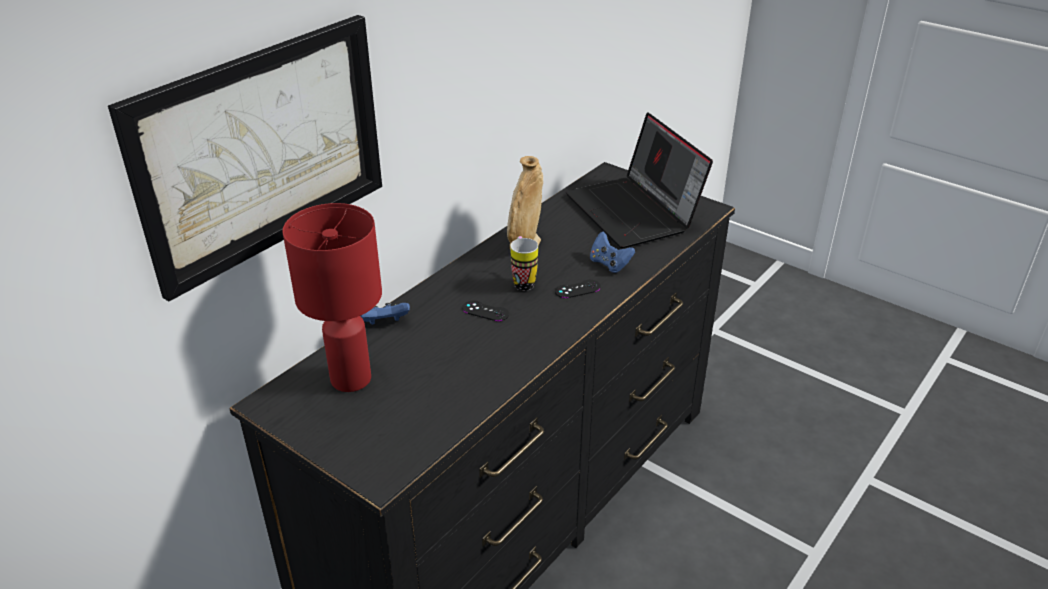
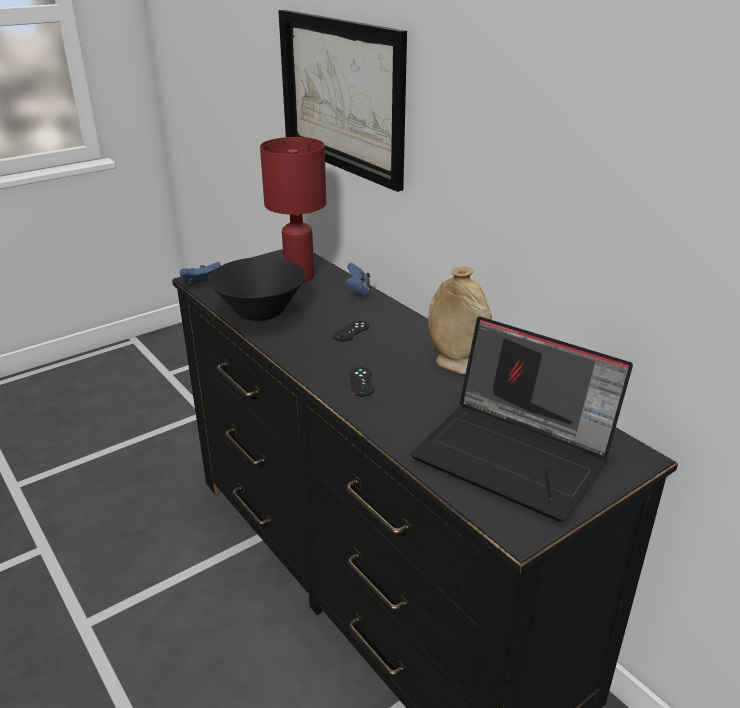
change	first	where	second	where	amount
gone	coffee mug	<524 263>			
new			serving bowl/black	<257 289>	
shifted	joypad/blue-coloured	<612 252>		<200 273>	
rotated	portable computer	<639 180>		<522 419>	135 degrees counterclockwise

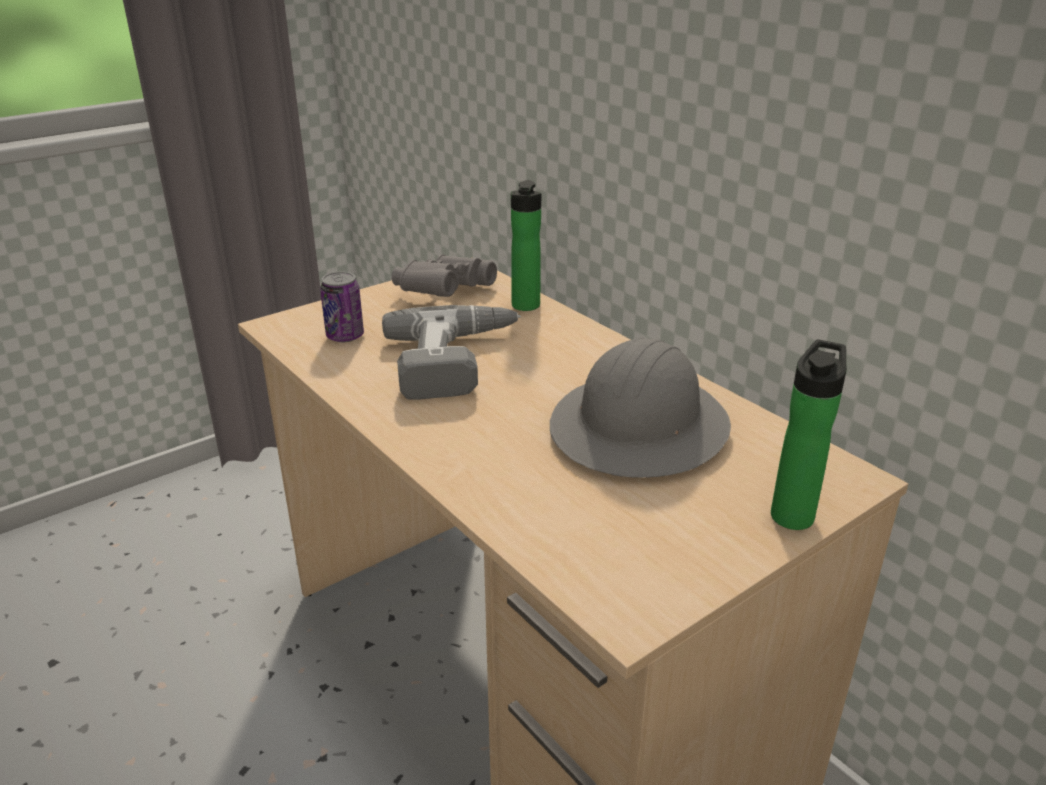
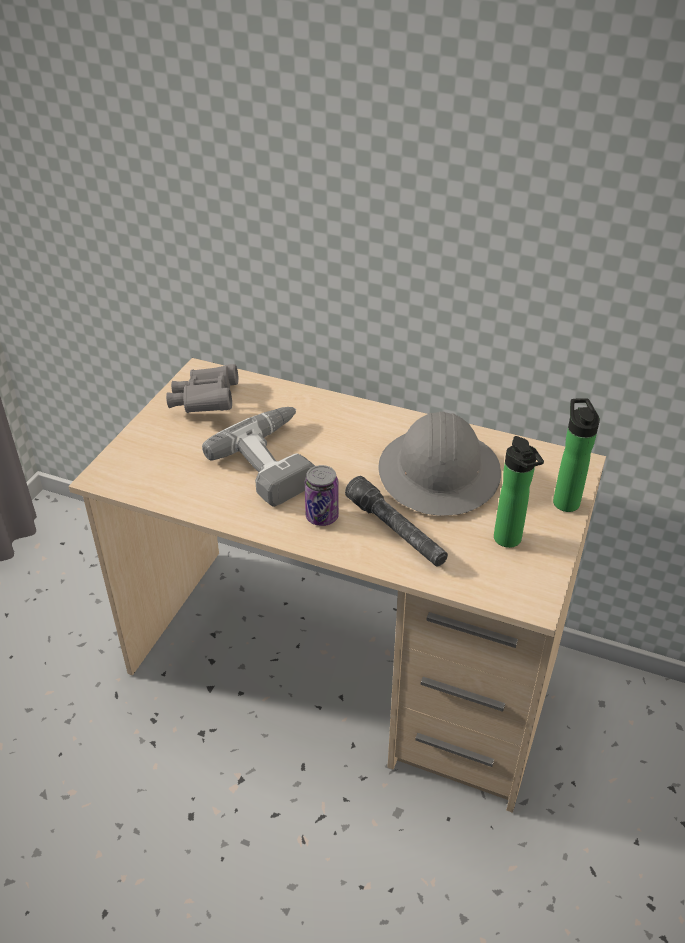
change	first	where	second	where	amount
new			hand torch/grey	<396 521>	
shifted	metal can	<342 306>		<321 495>	
shifted	bottle	<526 245>		<519 492>	

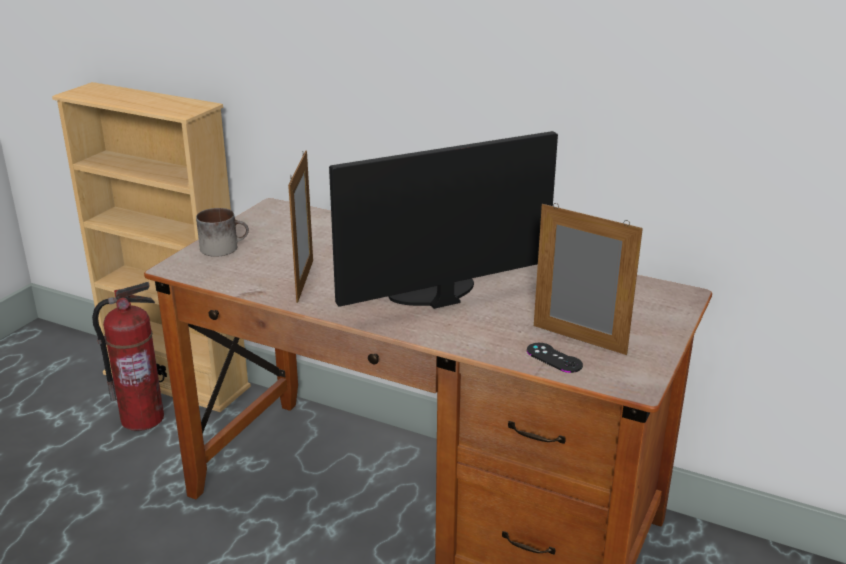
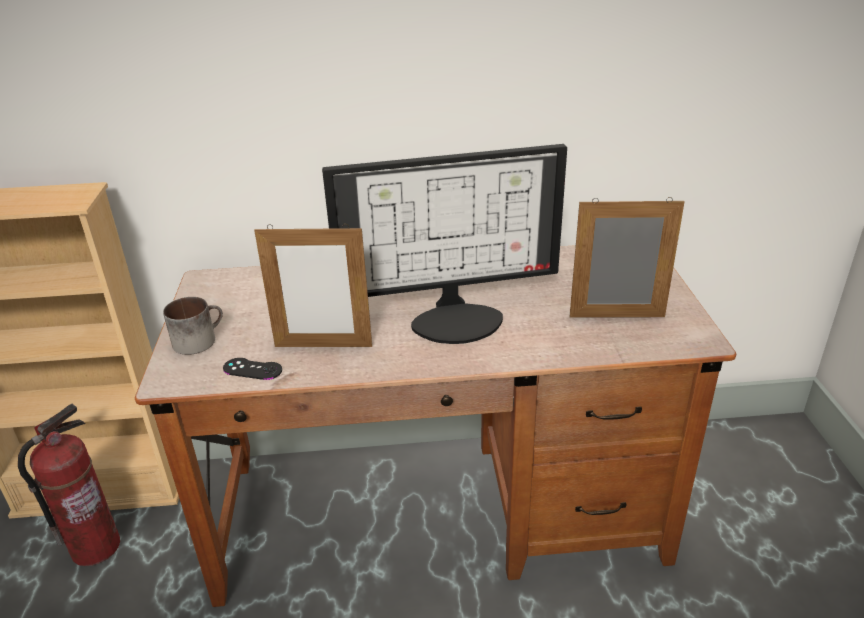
change	first	where	second	where	amount
shifted	joypad/black	<555 358>		<252 369>	
rotated	photo frame	<300 227>		<313 285>	120 degrees clockwise
rotated	monitor	<443 220>		<444 244>	135 degrees counterclockwise

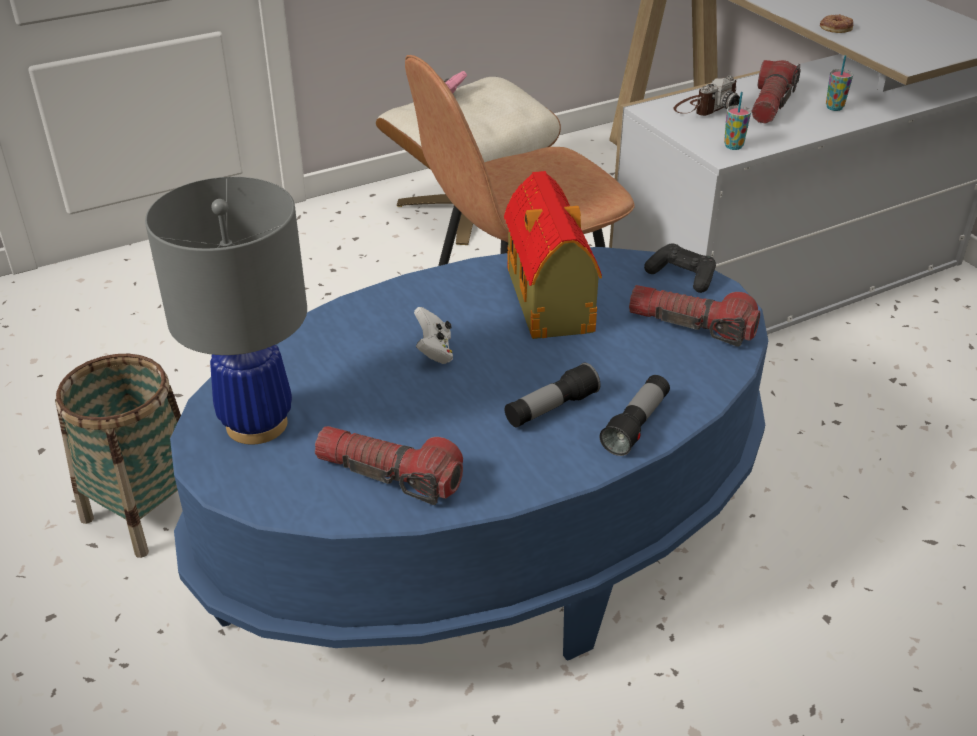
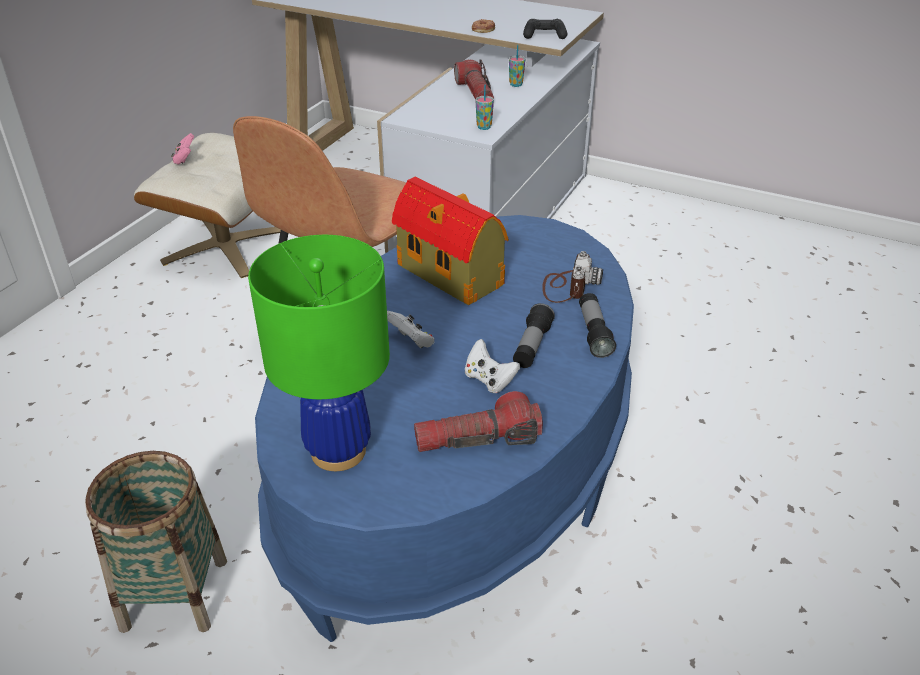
change	first	where	second	where	amount
gone	hand torch	<694 316>			
new			joypad/white	<492 366>	
shifted	joypad/black	<680 268>		<545 29>	
shifted	photo camera	<706 96>		<572 277>	
repainted	lamp for a table/grey	<226 310>	lamp for a table/green-coloured	<319 353>	

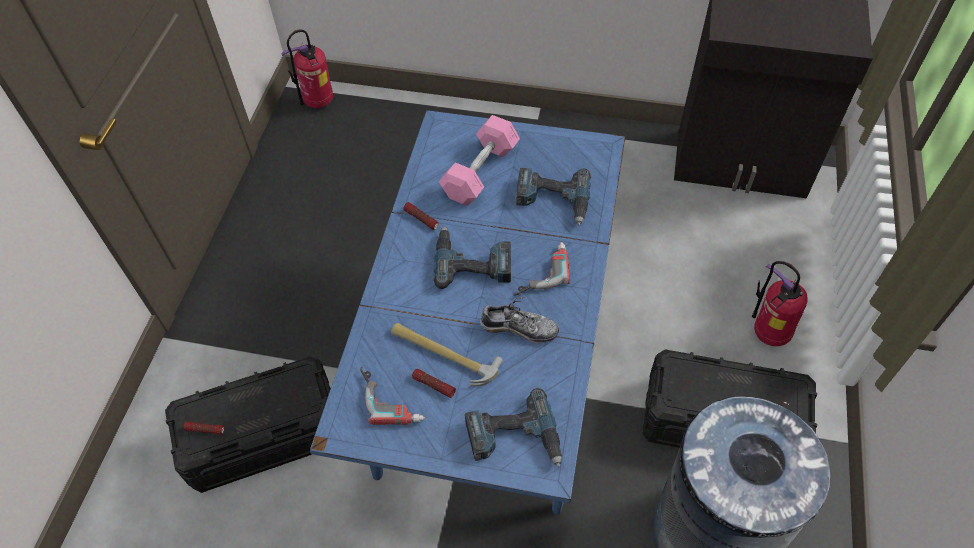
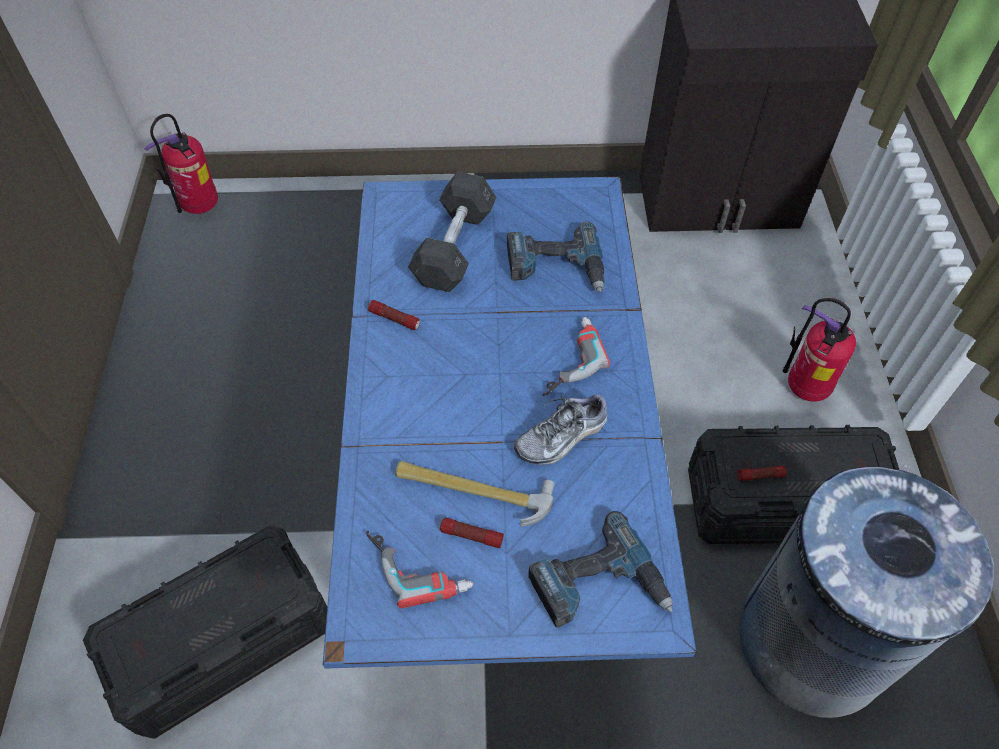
change	first	where	second	where	amount
gone	power drill	<472 257>			
shifted	hand torch	<204 428>		<762 473>	
repainted	free weight/pink-coloured	<479 160>	free weight/grey	<452 232>	
rotated	low shoe	<519 320>		<560 429>	150 degrees clockwise

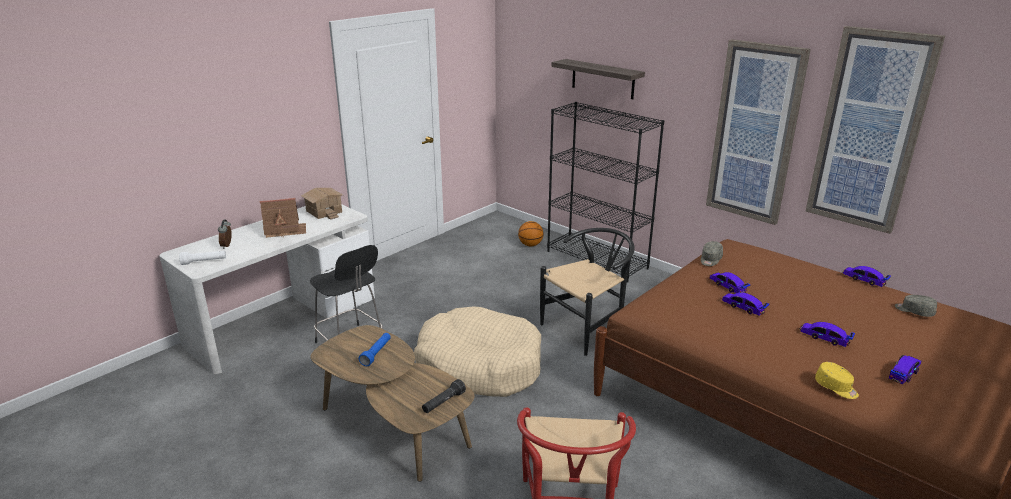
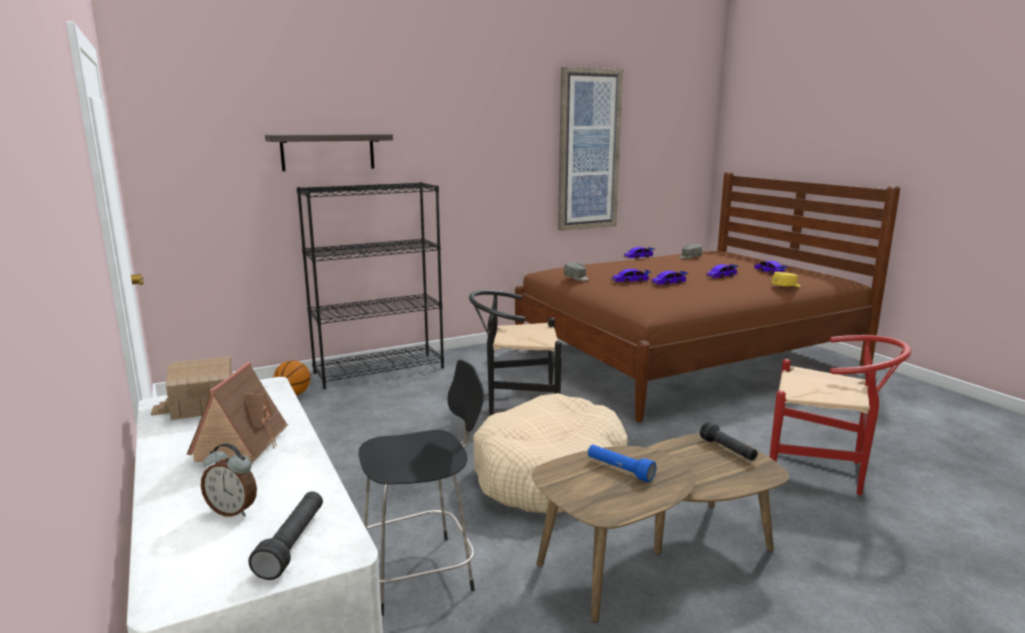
change	first	where	second	where	amount
gone	wall picture	<758 132>			
repainted	hand torch/white	<202 258>	hand torch/black	<285 535>	
rotated	chair/black	<587 292>		<515 352>	75 degrees counterclockwise

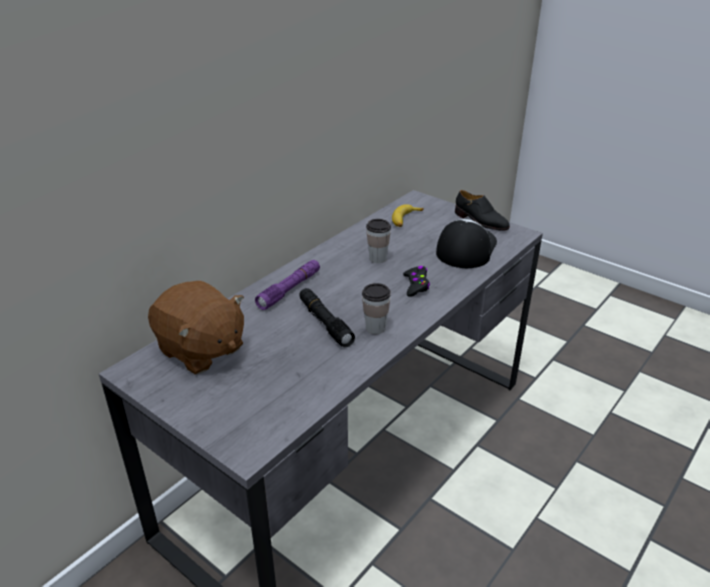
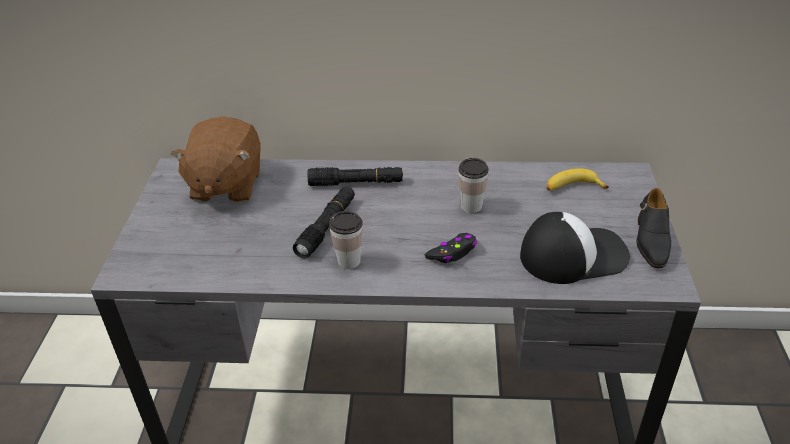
change	first	where	second	where	amount
repainted	hand torch/purple-coloured	<287 285>	hand torch/black	<355 176>	

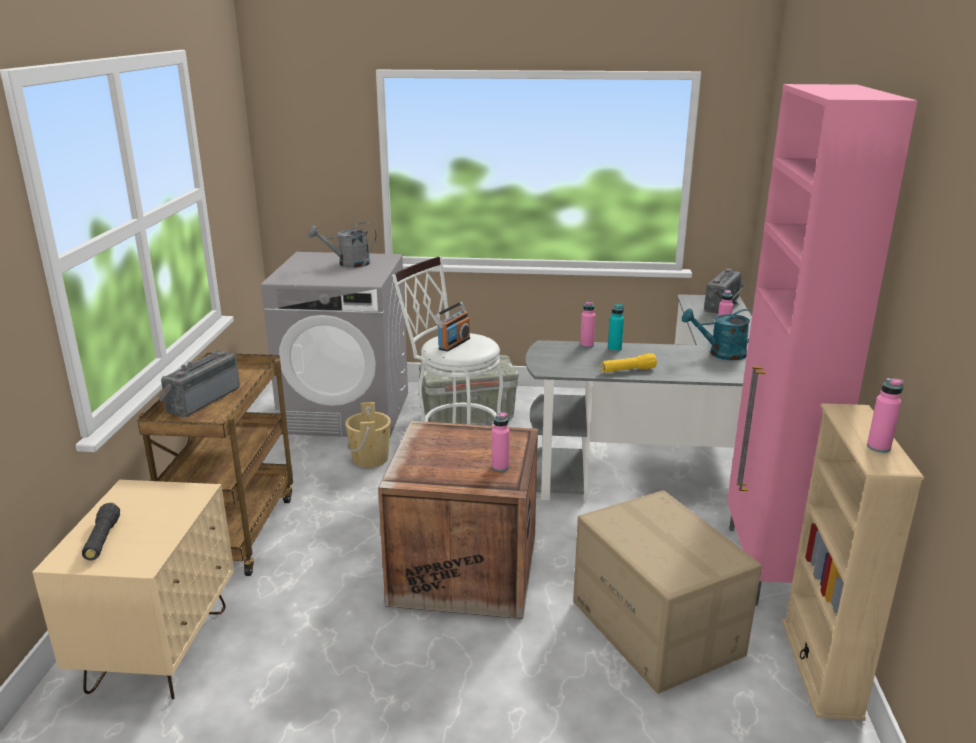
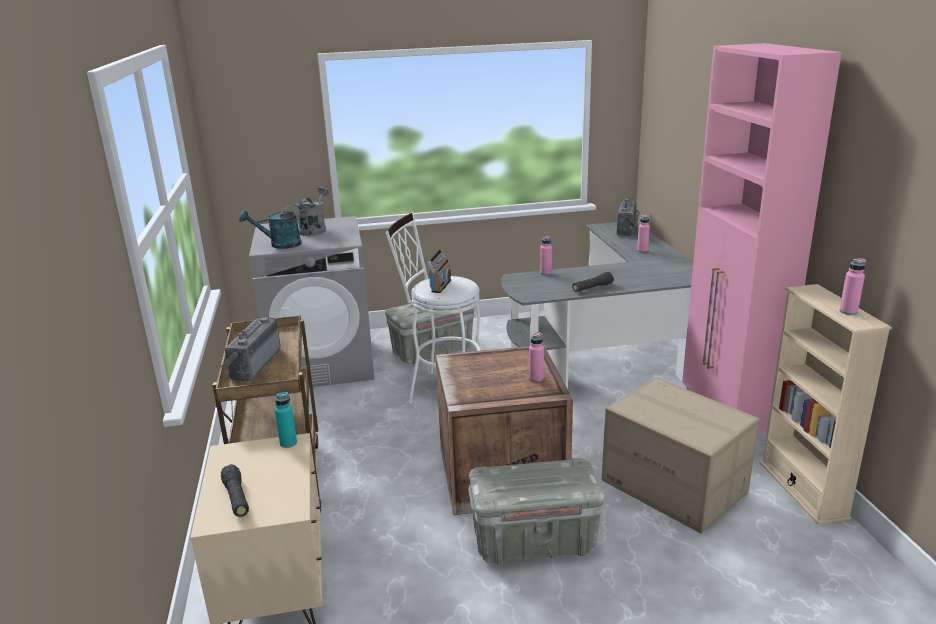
change	first	where	second	where	amount
gone	bucket/beige-coloured	<368 435>			
new			storage bin/grey	<536 511>	
shifted	bottle/turquoise-coloured	<616 328>		<286 420>	
shifted	sprinkling can/turquoise-coloured	<717 334>		<272 227>	
repainted	hand torch/yellowish	<629 363>	hand torch/black	<593 282>	
rotated	sprinkling can/grey	<342 245>		<313 211>	135 degrees clockwise

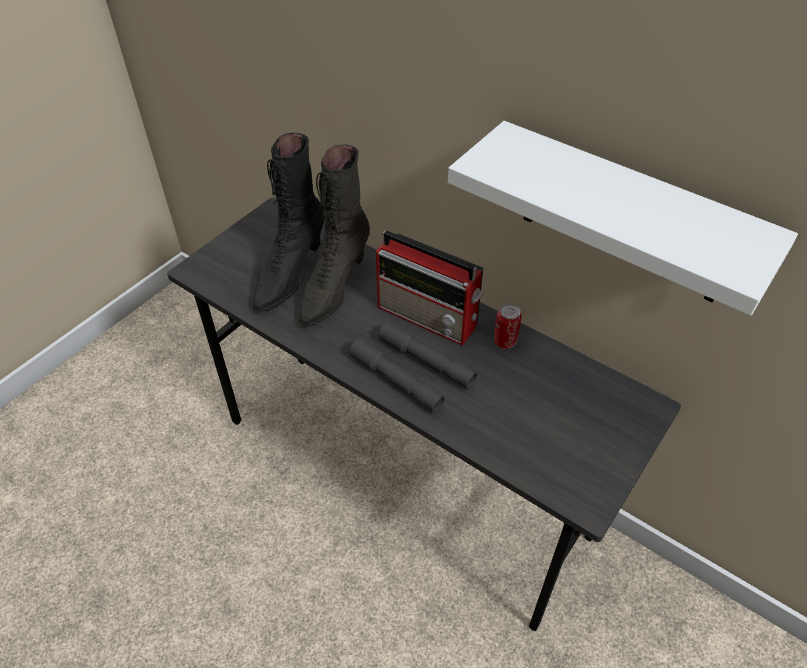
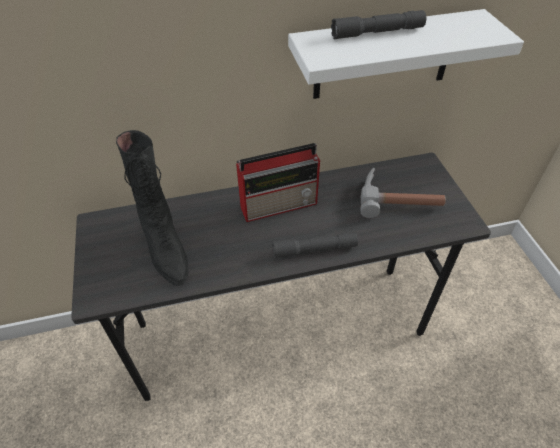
change	first	where	second	where	amount
gone	high-top boot/black	<334 235>			
gone	metal can	<508 326>			
new			tool hammer	<403 193>	
shifted	hand torch/grey	<427 355>		<378 24>	

